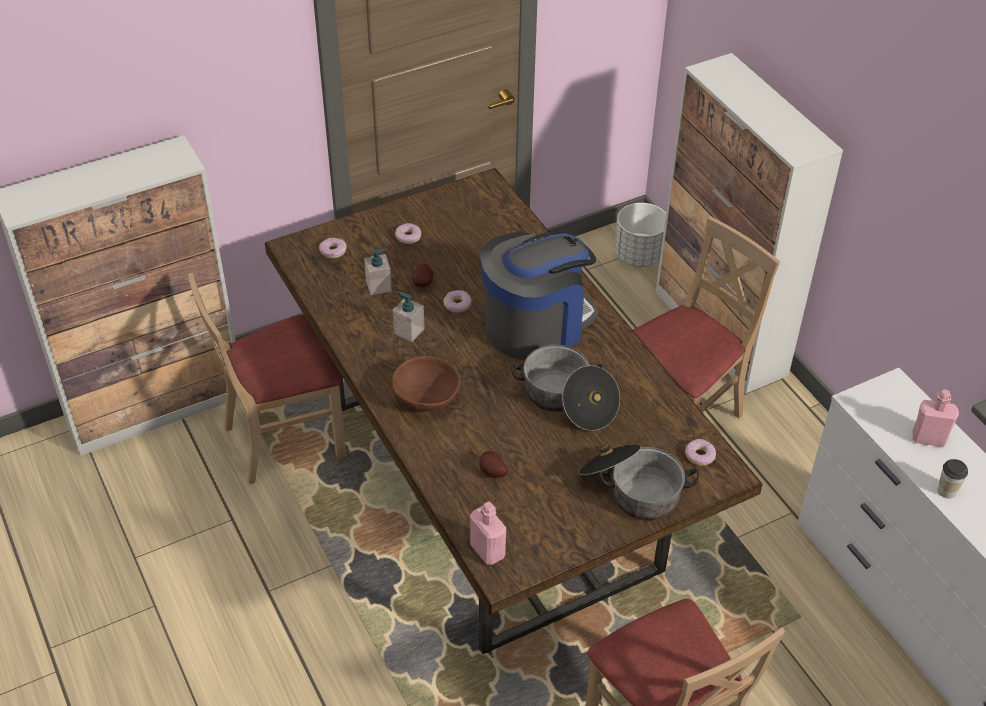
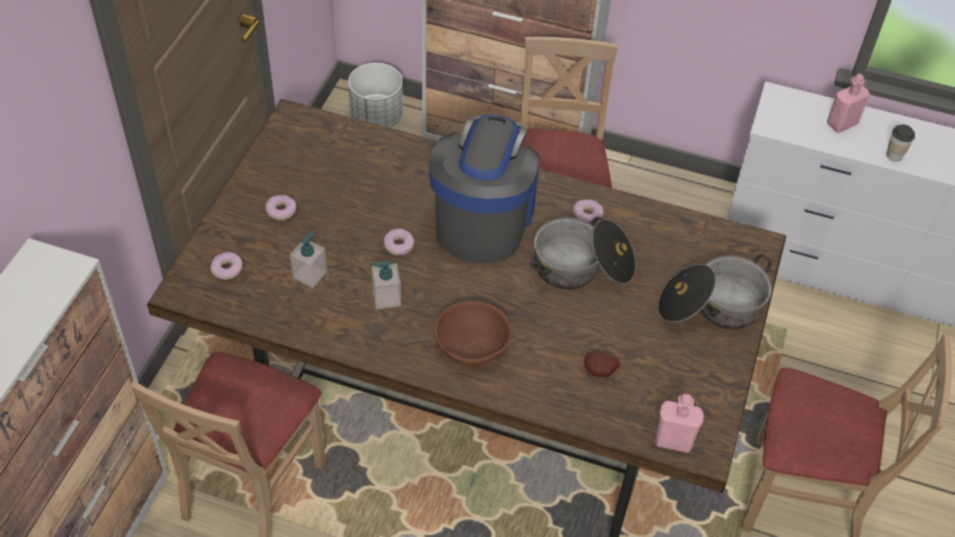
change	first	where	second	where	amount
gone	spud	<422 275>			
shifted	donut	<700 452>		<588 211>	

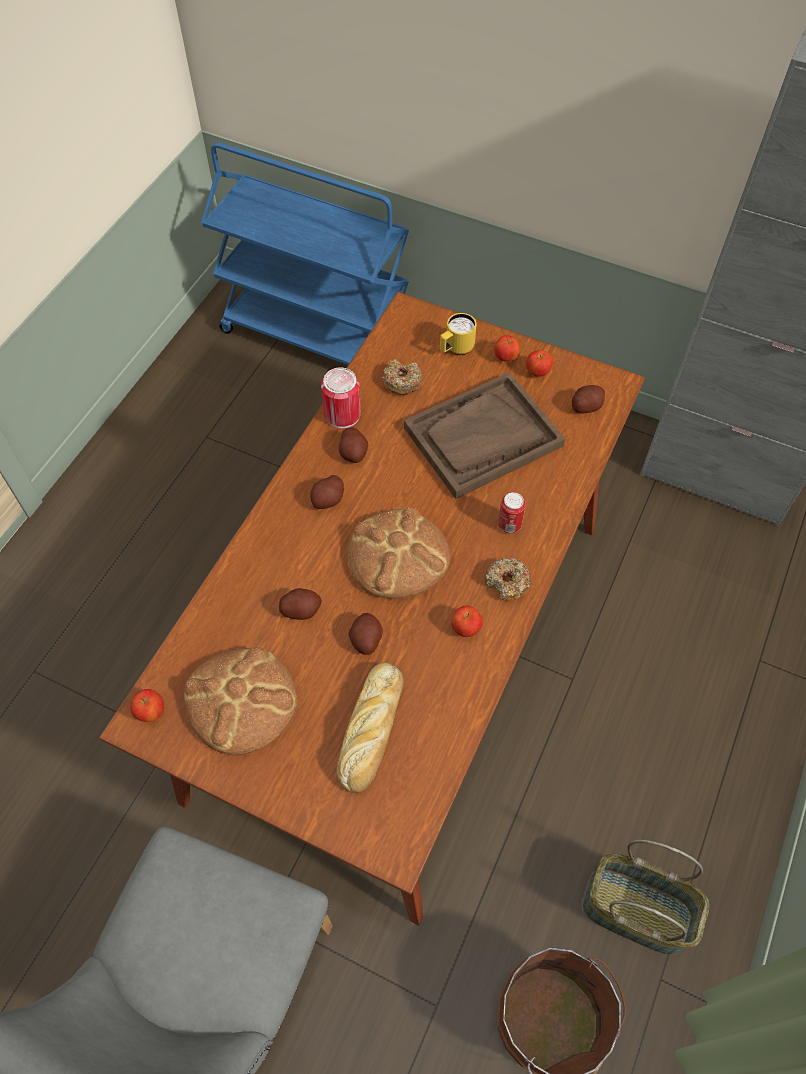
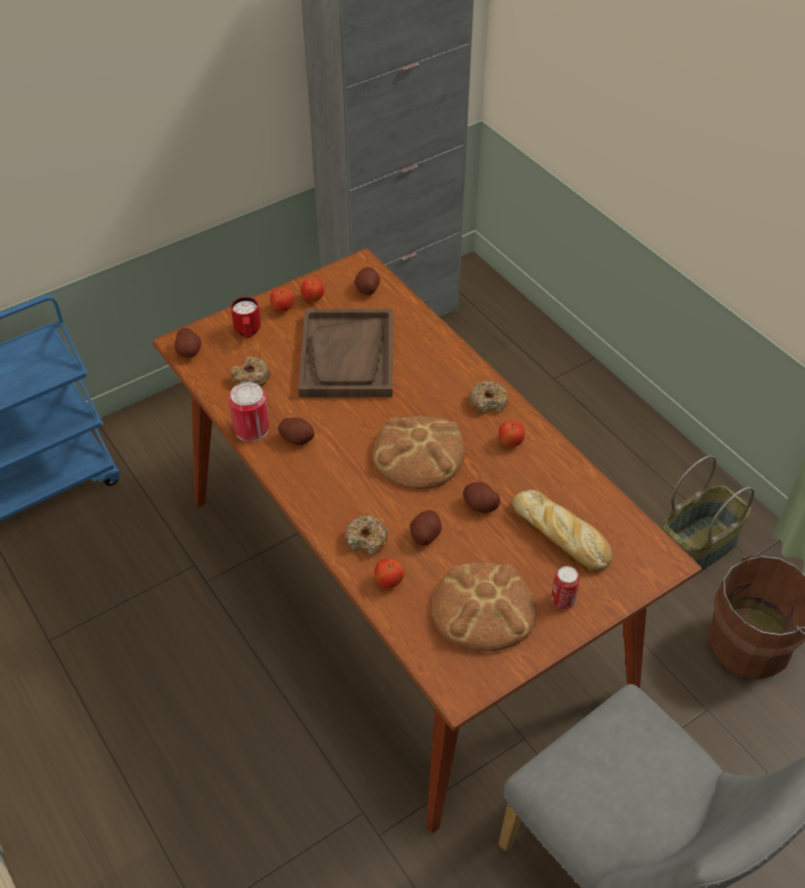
change	first	where	second	where	amount
new			donut	<366 535>	
shifted	apple	<147 705>		<389 573>	
shifted	spud	<327 492>		<188 343>	
shifted	metal can	<512 512>		<565 587>	
repainted	coffee mug/yellowish	<458 334>	coffee mug/red-coloured	<246 317>	

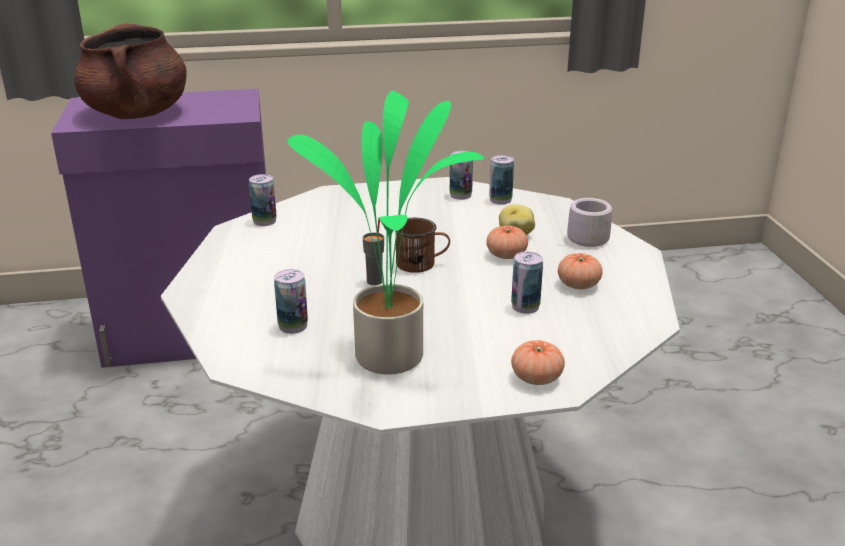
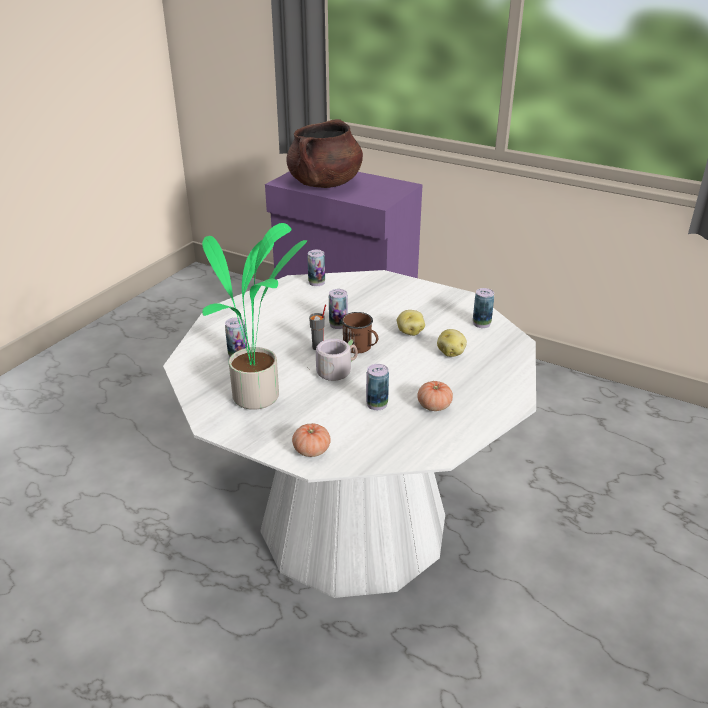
change	first	where	second	where	amount
gone	whole tomato	<507 242>			
new			spud	<411 323>	
shifted	metal can	<461 175>		<338 309>	
shifted	coffee mug/grey	<584 220>		<332 360>	

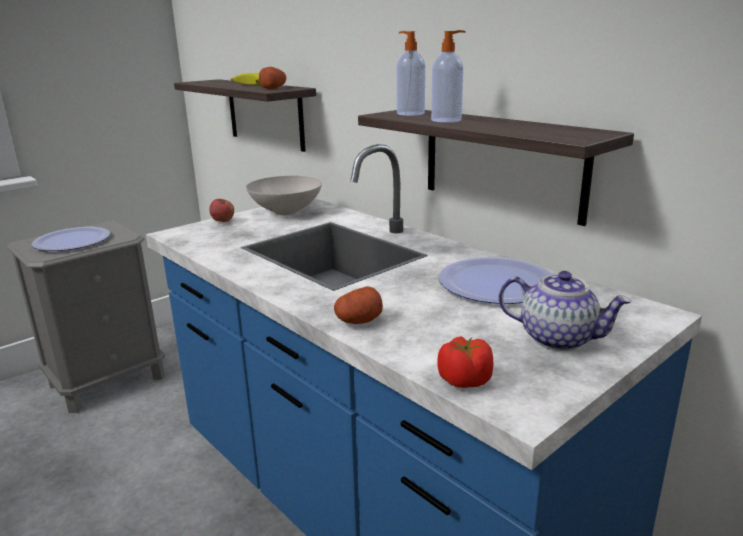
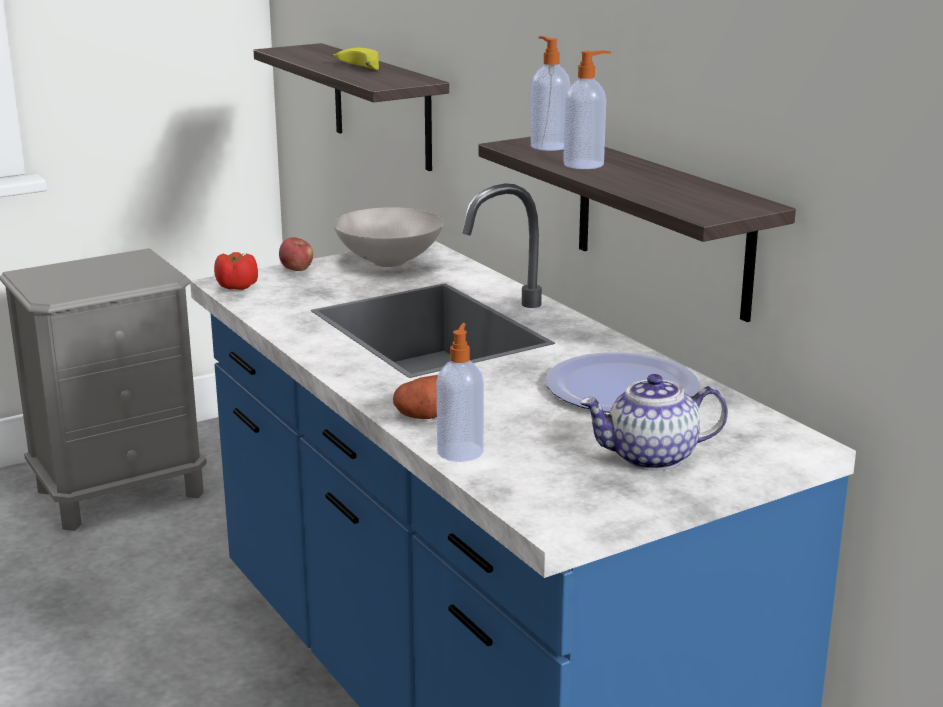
change	first	where	second	where	amount
gone	flat dish	<71 239>			
gone	spud	<272 78>			
new			soap dispenser	<460 392>	
shifted	whole tomato	<465 362>		<236 271>	
rotated	tea pot	<565 311>		<654 422>	135 degrees clockwise

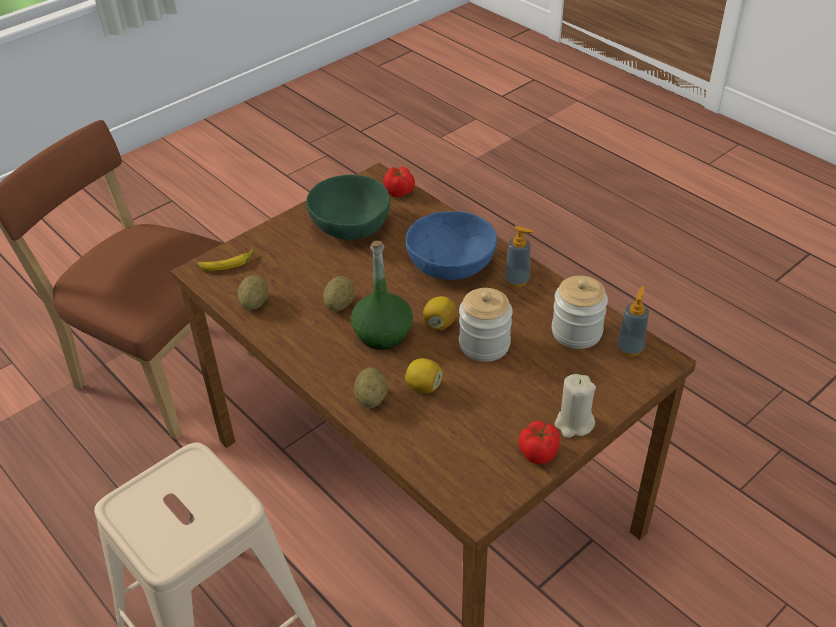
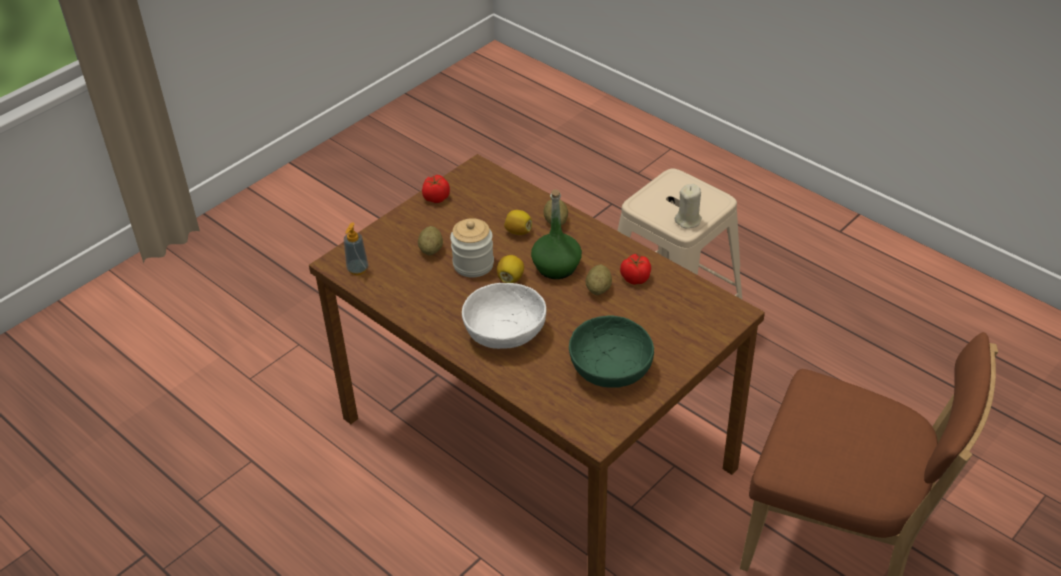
change	first	where	second	where	amount
gone	banana fruit	<226 259>			
gone	soap dispenser	<519 256>			
gone	jar	<580 312>			
shifted	spud	<253 292>		<430 241>	
shifted	whole tomato	<399 182>		<635 269>	
shifted	candle/beige-coloured	<575 406>		<688 206>	
repainted	serving bowl/blue-coloured	<451 245>	serving bowl/white	<504 316>	

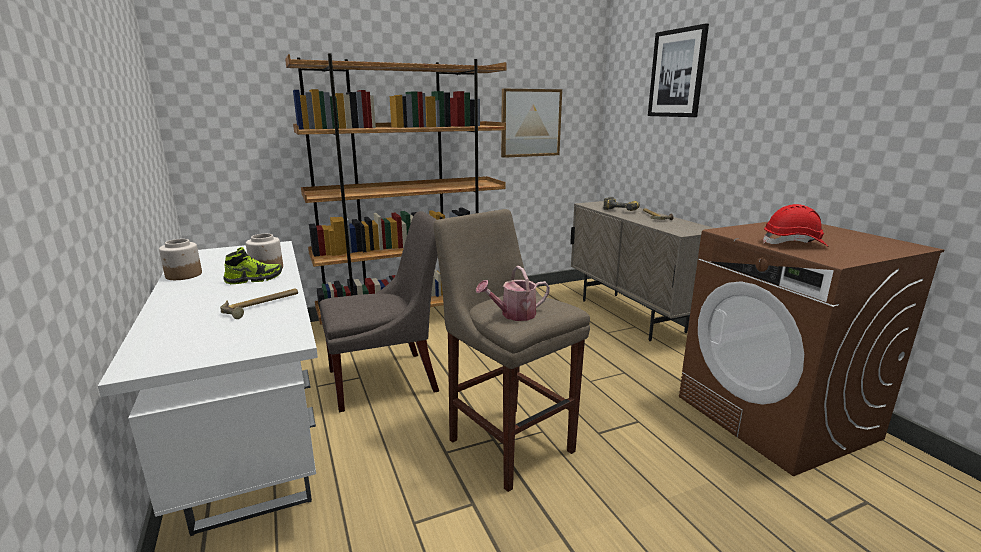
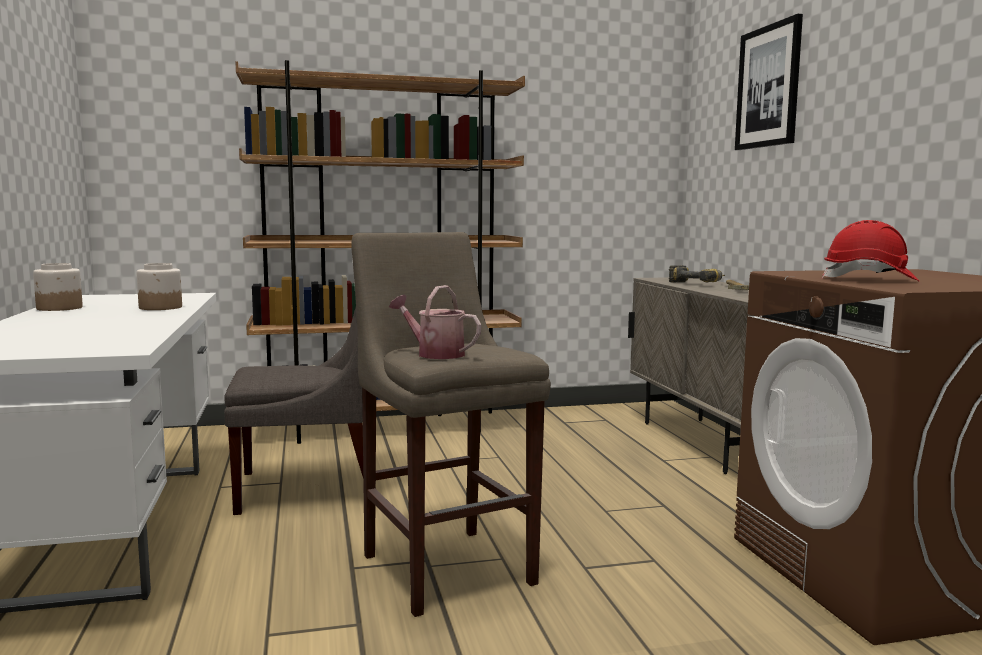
change	first	where	second	where	amount
gone	tool hammer	<259 303>			
gone	low shoe	<252 265>			
gone	wall picture	<531 123>			
rotated	sprinkling can	<513 293>		<435 322>	45 degrees clockwise

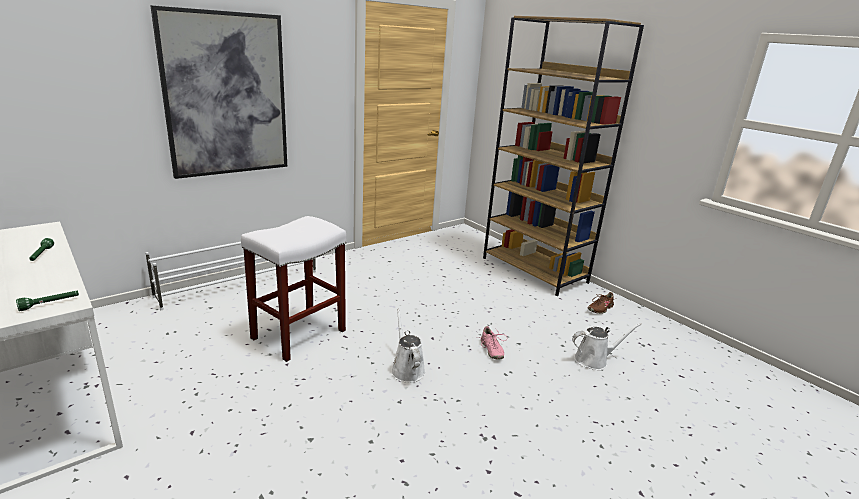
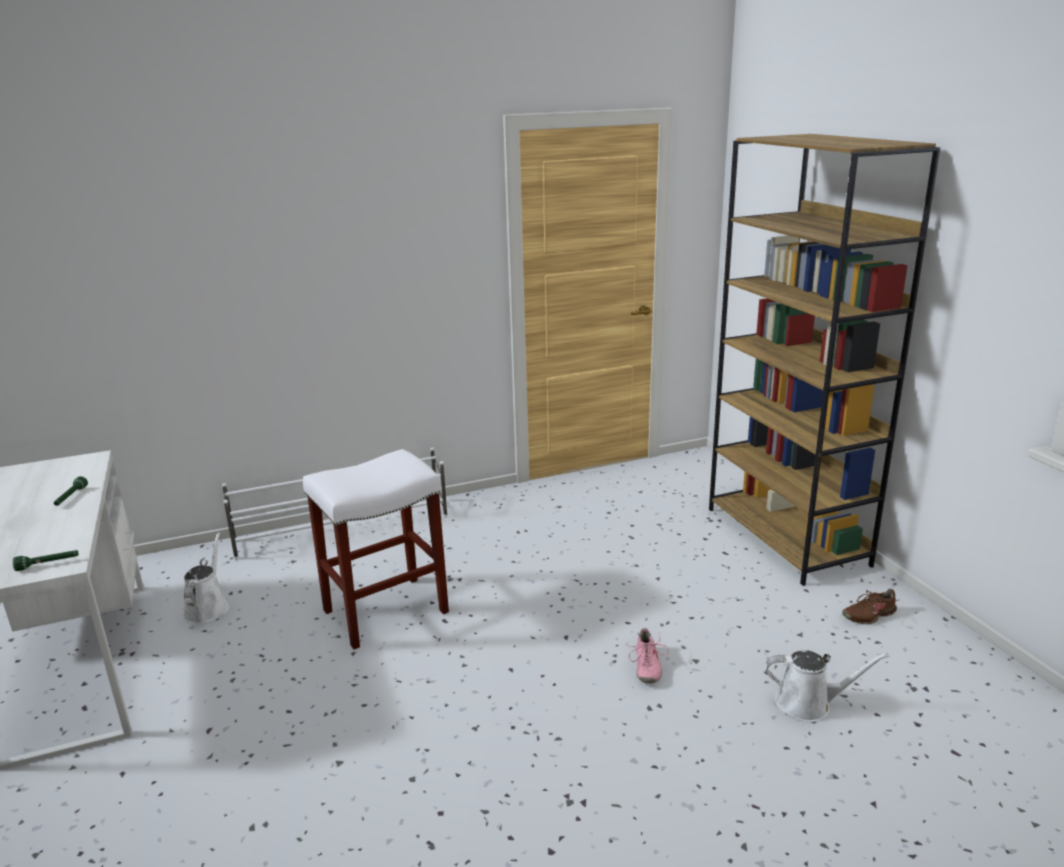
change	first	where	second	where	amount
gone	wall picture	<218 92>			
shifted	sprinkling can/white	<408 346>		<206 578>	

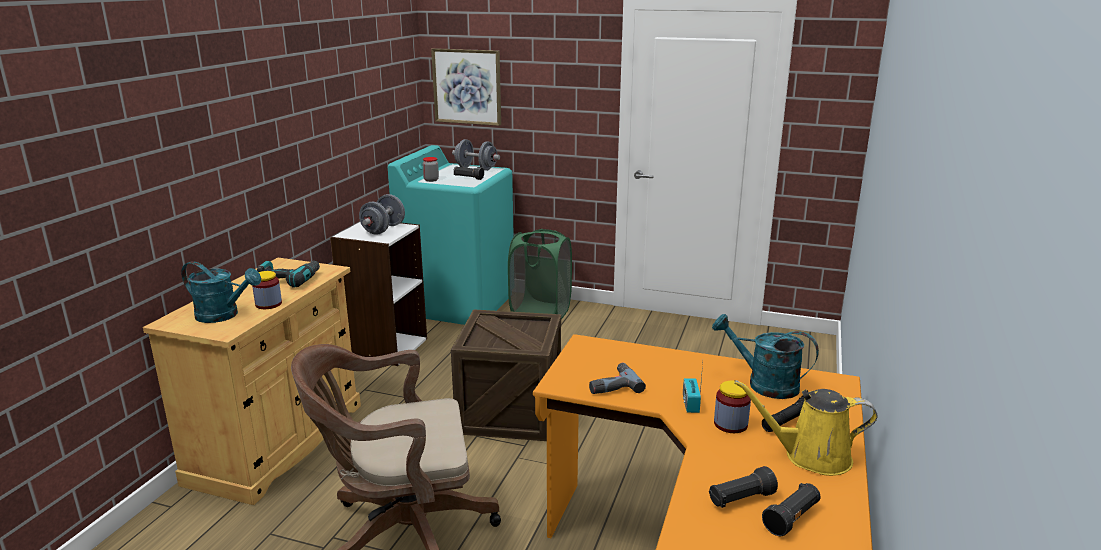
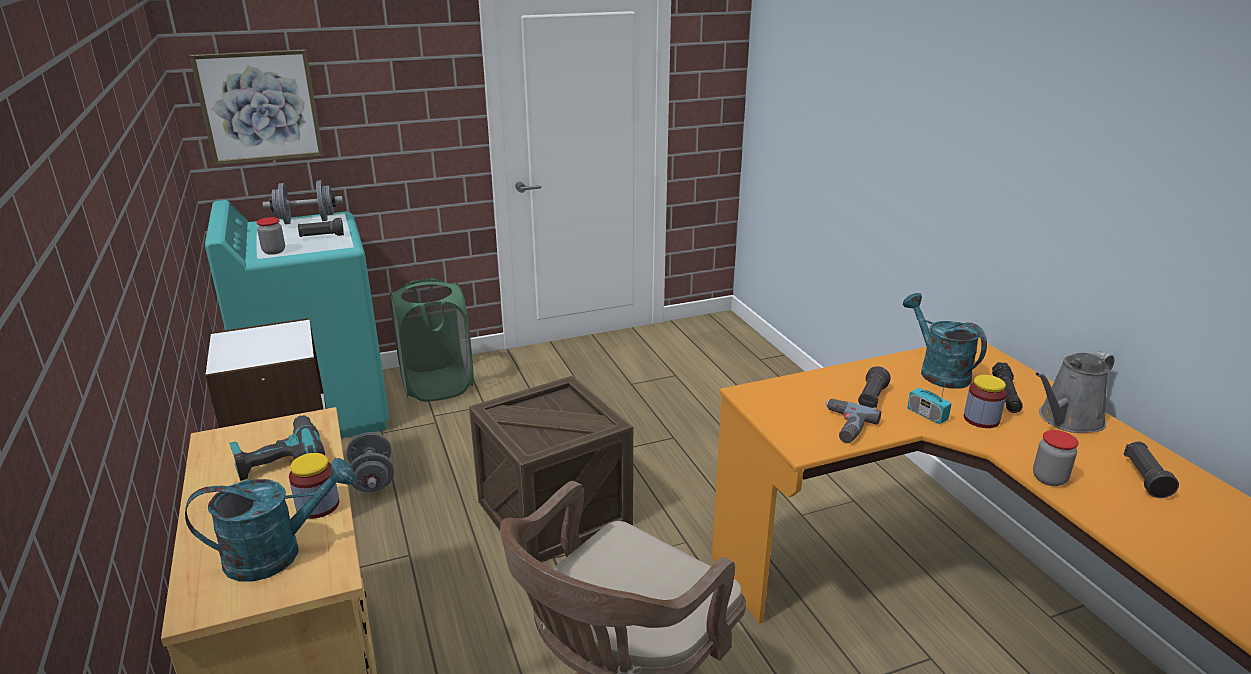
change	first	where	second	where	amount
new			jar	<1056 458>	
shifted	free weight/grey	<382 214>		<370 462>	
shifted	hand torch/black	<743 487>		<874 387>	
repainted	sprinkling can/yellowish	<805 428>	sprinkling can/grey	<1074 392>	
rotated	sprinkling can/turquoise-coloured	<765 356>		<945 341>	75 degrees clockwise

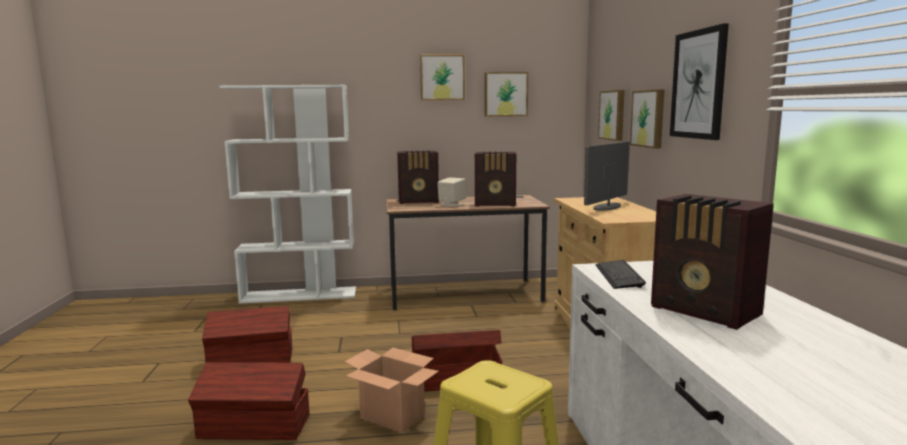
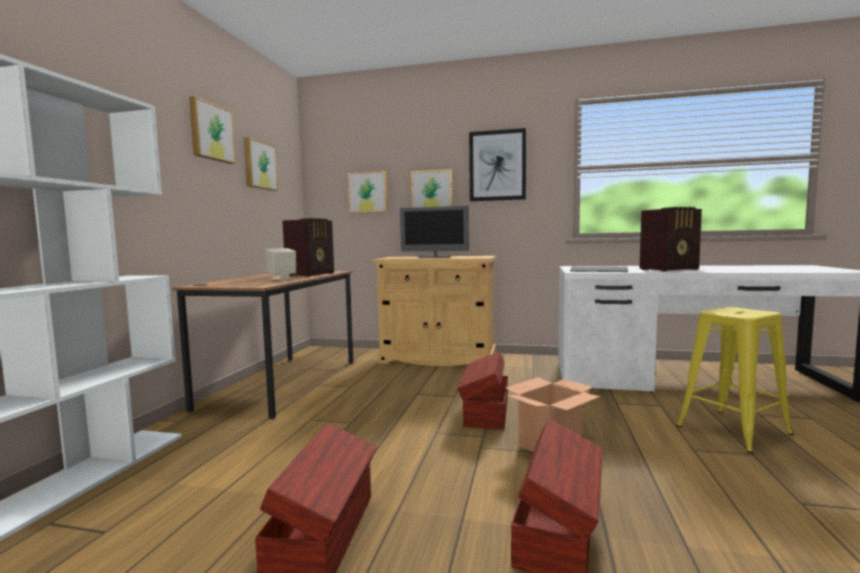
change	first	where	second	where	amount
gone	radio receiver	<418 177>			
rotated	monitor	<607 176>		<434 232>	45 degrees counterclockwise

